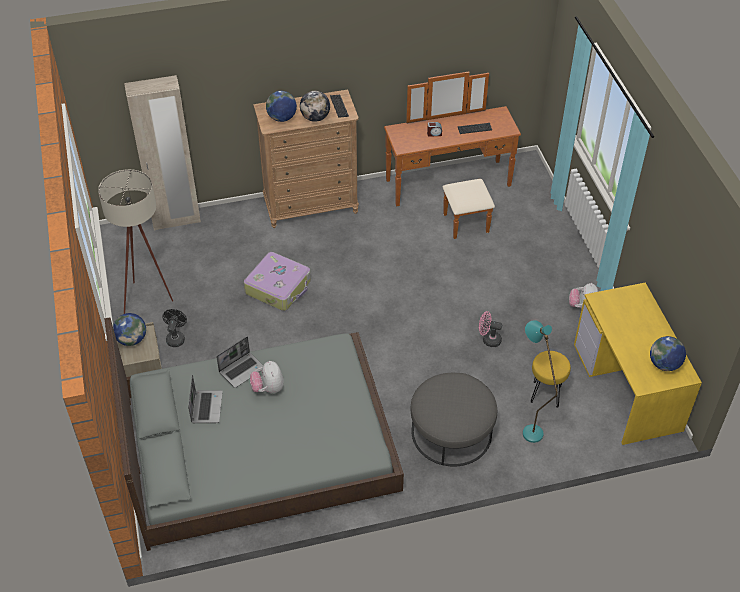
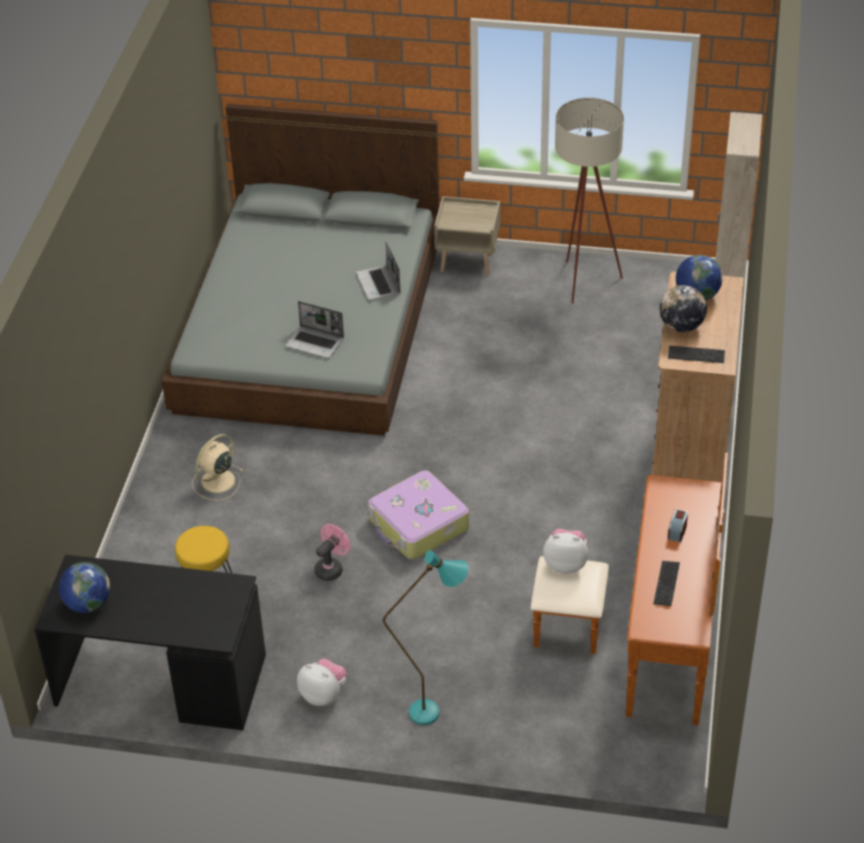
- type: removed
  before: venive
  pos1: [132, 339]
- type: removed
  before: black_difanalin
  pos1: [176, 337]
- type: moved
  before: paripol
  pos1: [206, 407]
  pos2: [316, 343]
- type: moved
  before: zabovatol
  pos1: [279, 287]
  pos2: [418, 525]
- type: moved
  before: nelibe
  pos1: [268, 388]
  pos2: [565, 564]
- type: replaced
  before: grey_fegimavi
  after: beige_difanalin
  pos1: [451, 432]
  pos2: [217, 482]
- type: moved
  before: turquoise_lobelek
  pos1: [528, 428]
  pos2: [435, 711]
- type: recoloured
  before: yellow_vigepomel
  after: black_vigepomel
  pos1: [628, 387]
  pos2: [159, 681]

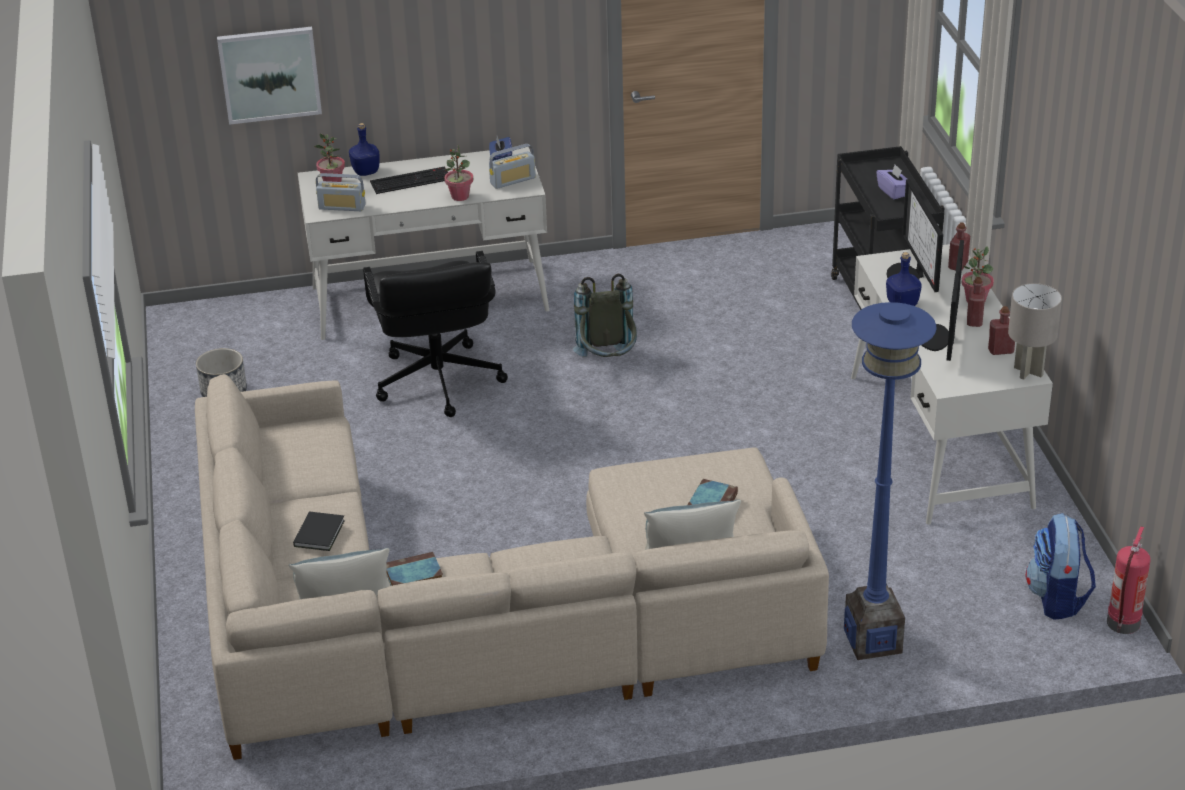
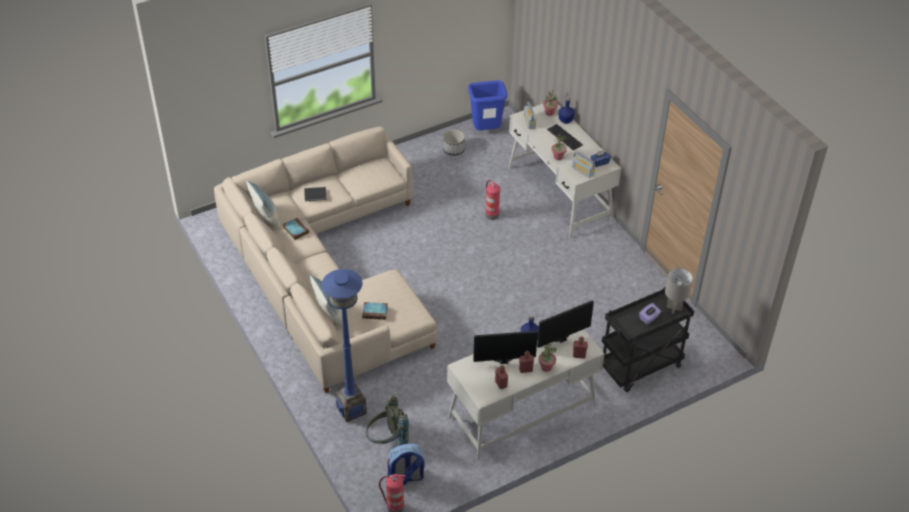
- type: removed
  before: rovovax
  pos1: [269, 74]
- type: replaced
  before: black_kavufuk
  after: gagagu
  pos1: [437, 382]
  pos2: [491, 214]
- type: moved
  before: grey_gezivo
  pos1: [608, 363]
  pos2: [387, 441]
- type: moved
  before: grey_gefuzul
  pos1: [1028, 371]
  pos2: [674, 308]
- type: added
  after: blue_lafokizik
  pos2: [486, 131]

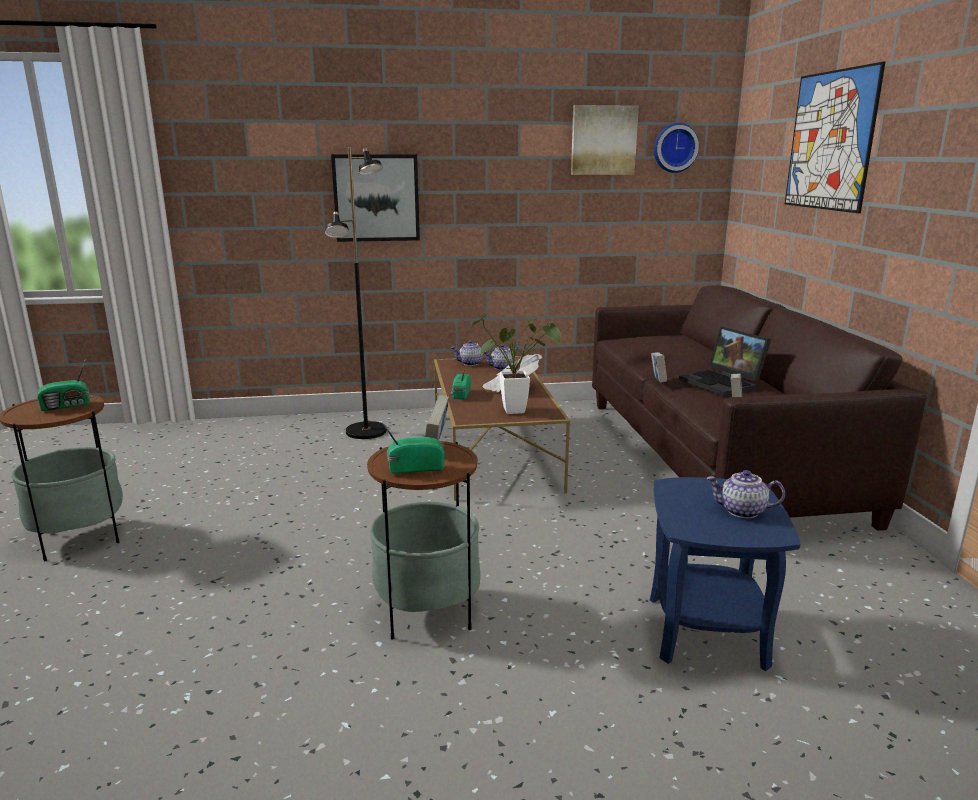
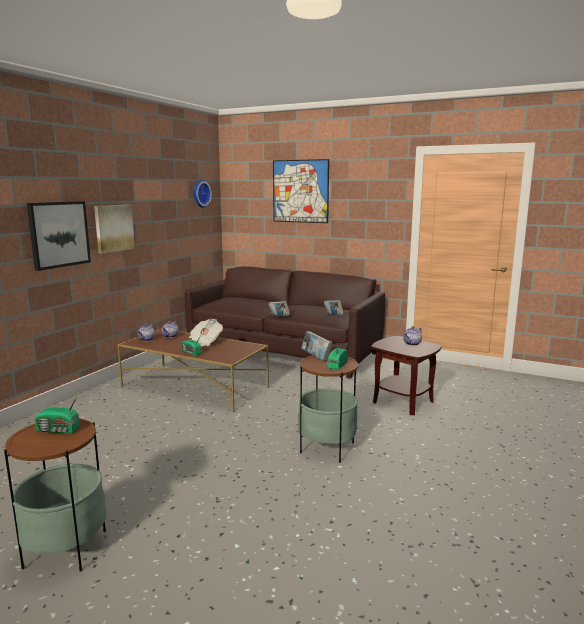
- type: turned
  before: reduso
  pos1: [67, 406]
  pos2: [59, 430]
  turn: 90
- type: removed
  before: black_lobelek
  pos1: [366, 431]
- type: removed
  before: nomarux
  pos1: [520, 410]
- type: moved
  before: rovovax
  pos1: [603, 140]
  pos2: [113, 228]
- type: recoloured
  before: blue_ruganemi
  after: brown_ruganemi
  pos1: [707, 631]
  pos2: [403, 402]
- type: removed
  before: paripol
  pos1: [724, 383]

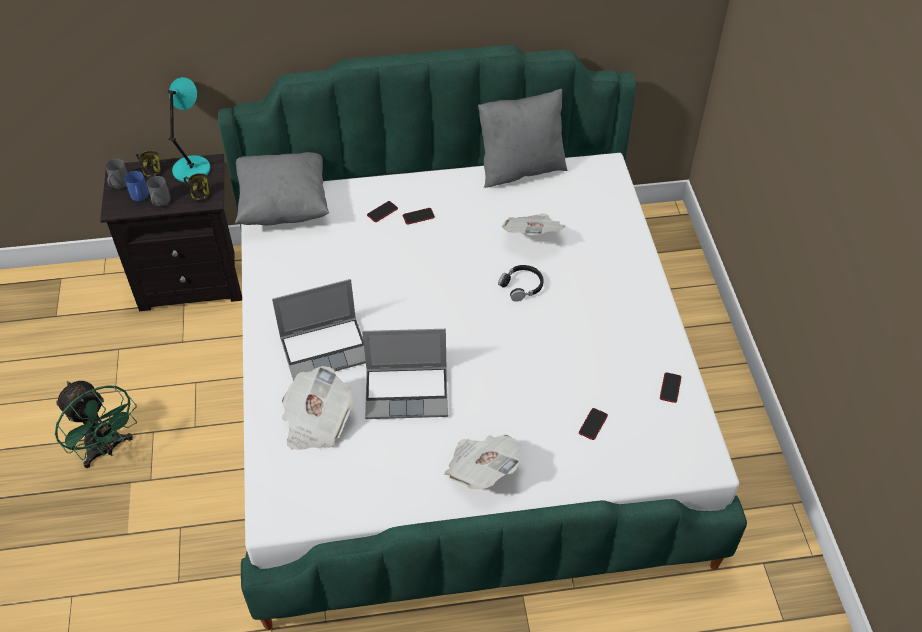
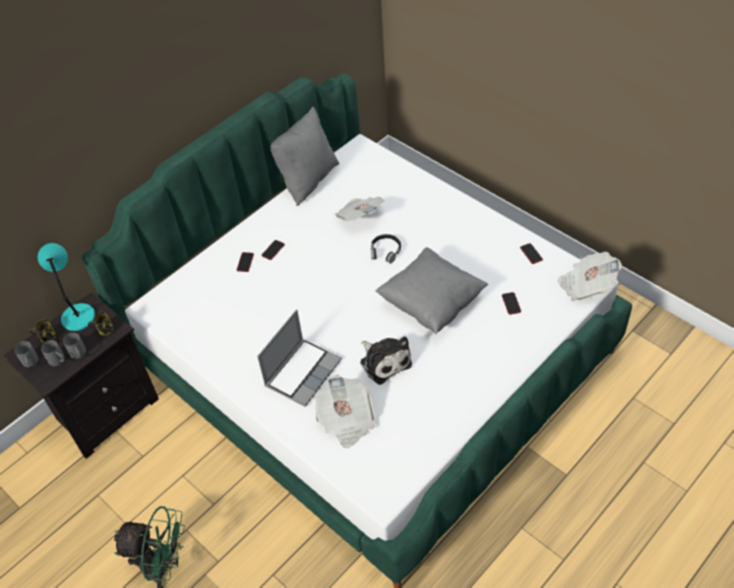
- type: recoloured
  before: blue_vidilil
  after: grey_vidilil
  pos1: [140, 198]
  pos2: [59, 361]
- type: moved
  before: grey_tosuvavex
  pos1: [284, 205]
  pos2: [431, 303]
- type: replaced
  before: paripol
  after: nelibe
  pos1: [408, 392]
  pos2: [384, 361]
- type: moved
  before: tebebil
  pos1: [482, 470]
  pos2: [586, 286]

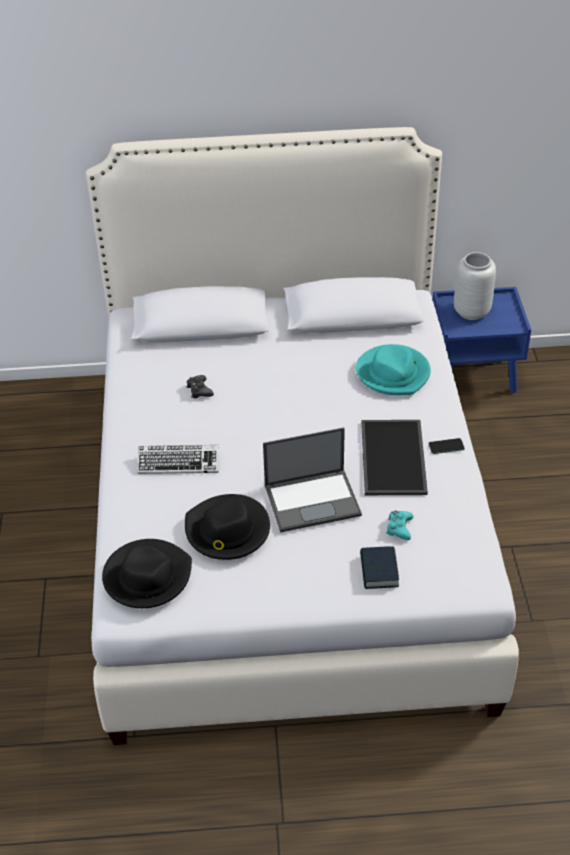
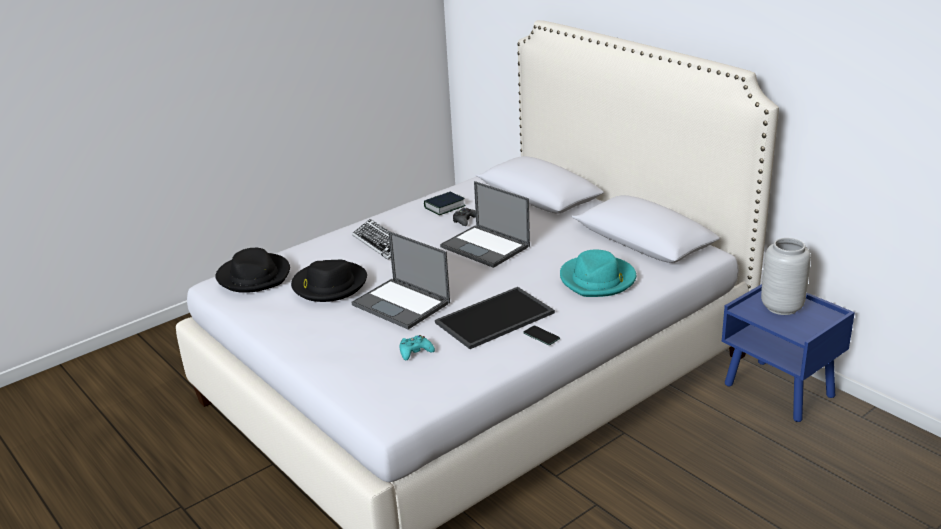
- type: moved
  before: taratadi
  pos1: [379, 571]
  pos2: [444, 207]
- type: added
  after: paripol
  pos2: [486, 247]

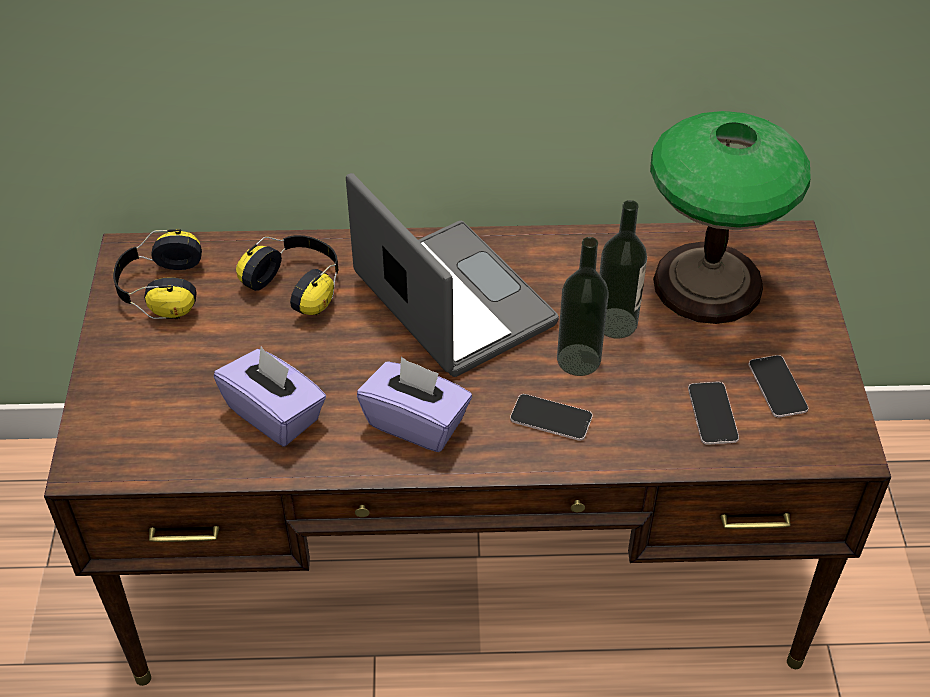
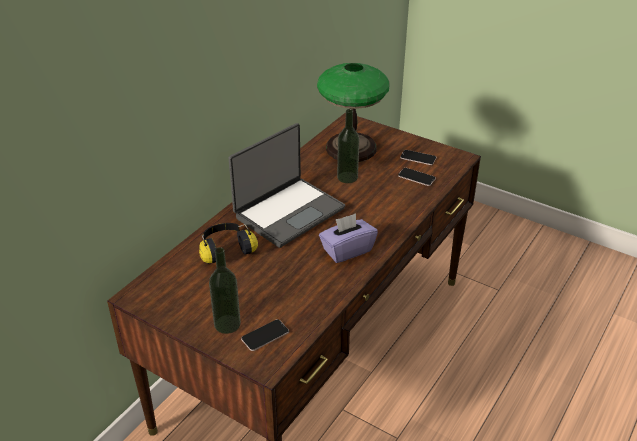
- type: removed
  before: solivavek
  pos1: [160, 290]
- type: removed
  before: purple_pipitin
  pos1: [275, 414]
- type: turned
  before: paripol
  pos1: [450, 302]
  pos2: [288, 212]
  turn: 135
- type: moved
  before: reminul
  pos1: [551, 418]
  pos2: [265, 335]
- type: moved
  before: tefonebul
  pos1: [578, 359]
  pos2: [227, 324]

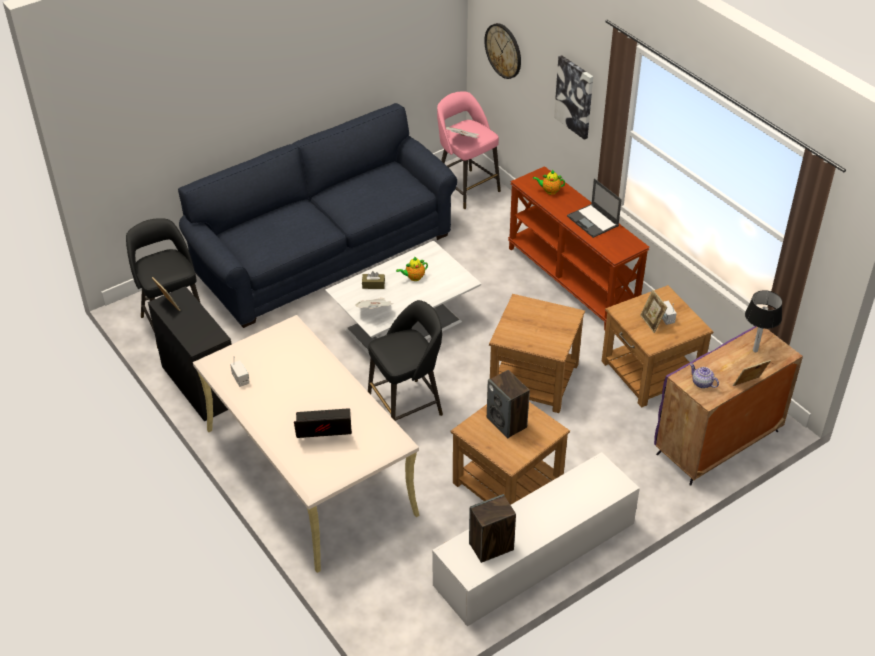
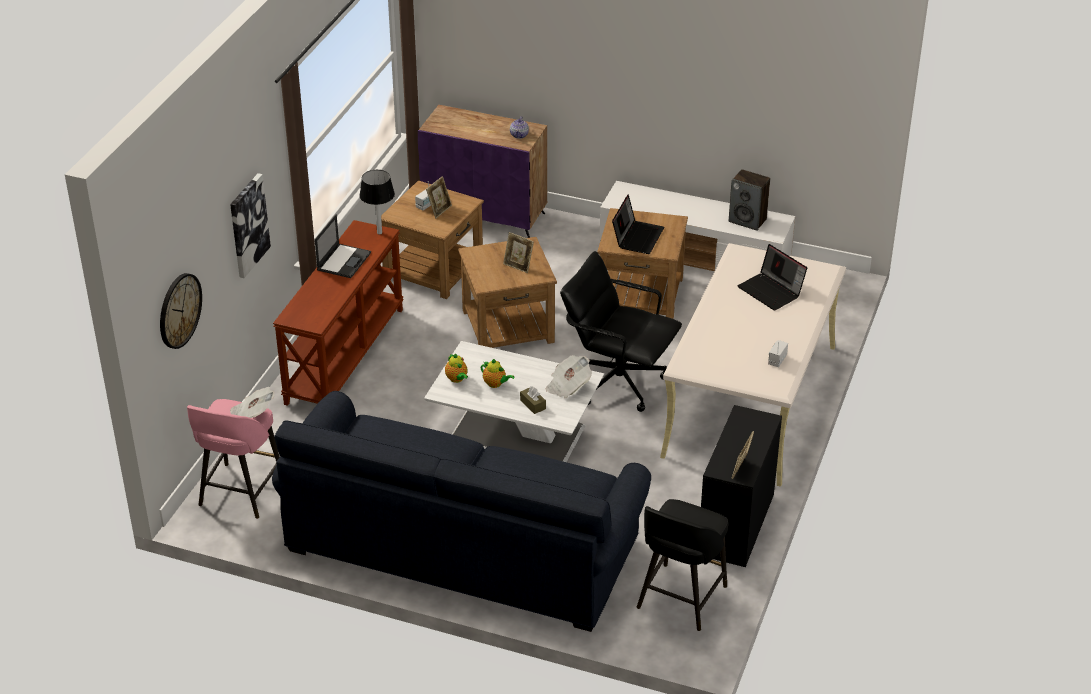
- type: replaced
  before: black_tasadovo
  after: black_kavufuk
  pos1: [407, 406]
  pos2: [617, 382]
- type: replaced
  before: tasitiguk
  after: paripol
  pos1: [507, 423]
  pos2: [637, 237]
- type: moved
  before: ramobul
  pos1: [549, 191]
  pos2: [457, 379]
- type: moved
  before: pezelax
  pos1: [748, 385]
  pos2: [518, 266]
- type: moved
  before: gefuzul
  pos1: [754, 350]
  pos2: [379, 233]

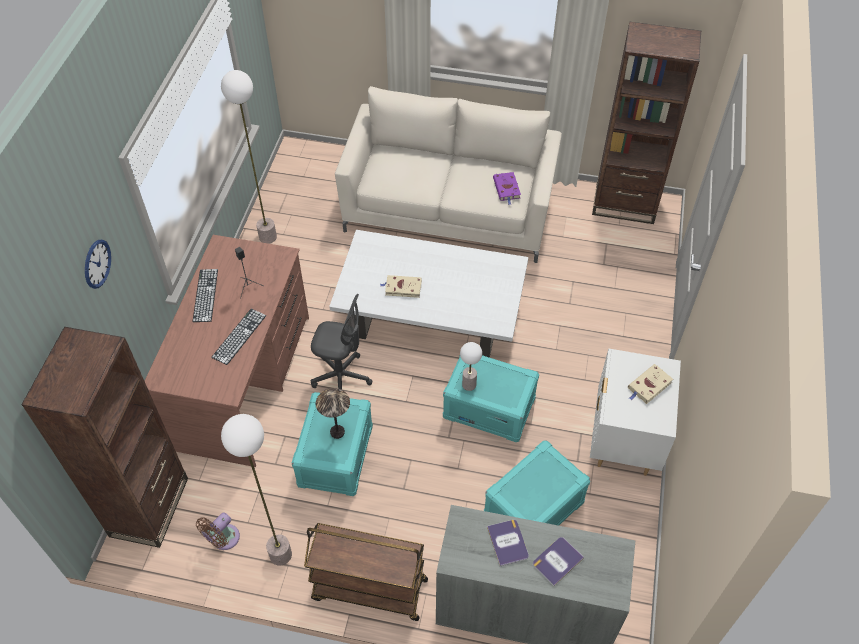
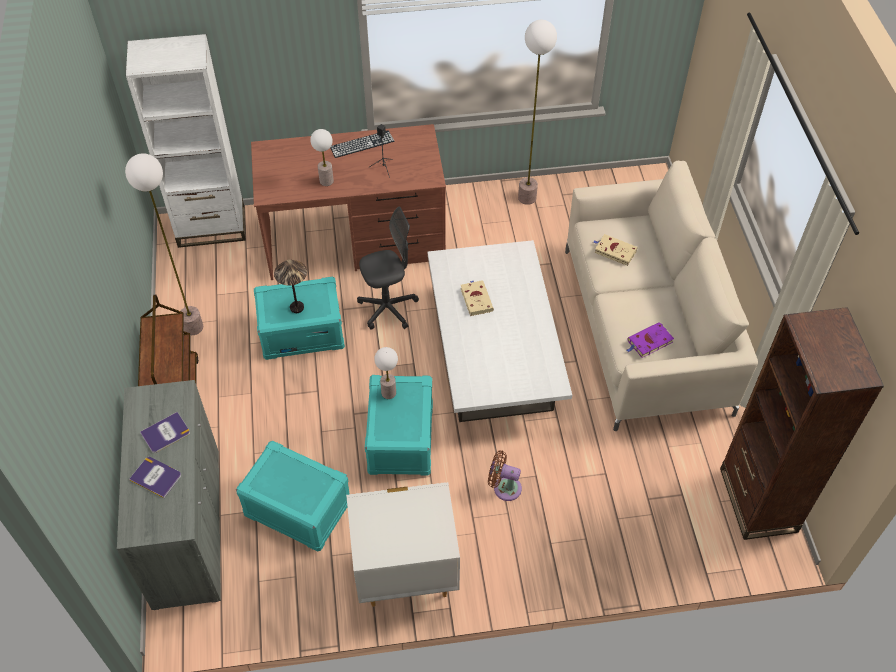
- type: recoloured
  before: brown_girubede
  after: white_girubede
  pos1: [149, 507]
  pos2: [211, 227]
- type: removed
  before: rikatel
  pos1: [97, 264]
- type: moved
  before: brown_difanalin
  pos1: [223, 539]
  pos2: [504, 487]
- type: replaced
  before: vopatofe
  after: gefuzul
  pos1: [239, 336]
  pos2: [326, 181]
- type: turned
  before: grey_kavufuk
  pos1: [341, 377]
  pos2: [388, 308]
  turn: -105
- type: moved
  before: beige_taratadi
  pos1: [649, 386]
  pos2: [614, 251]

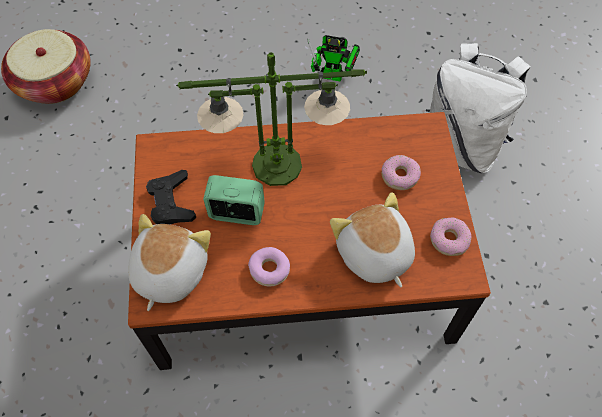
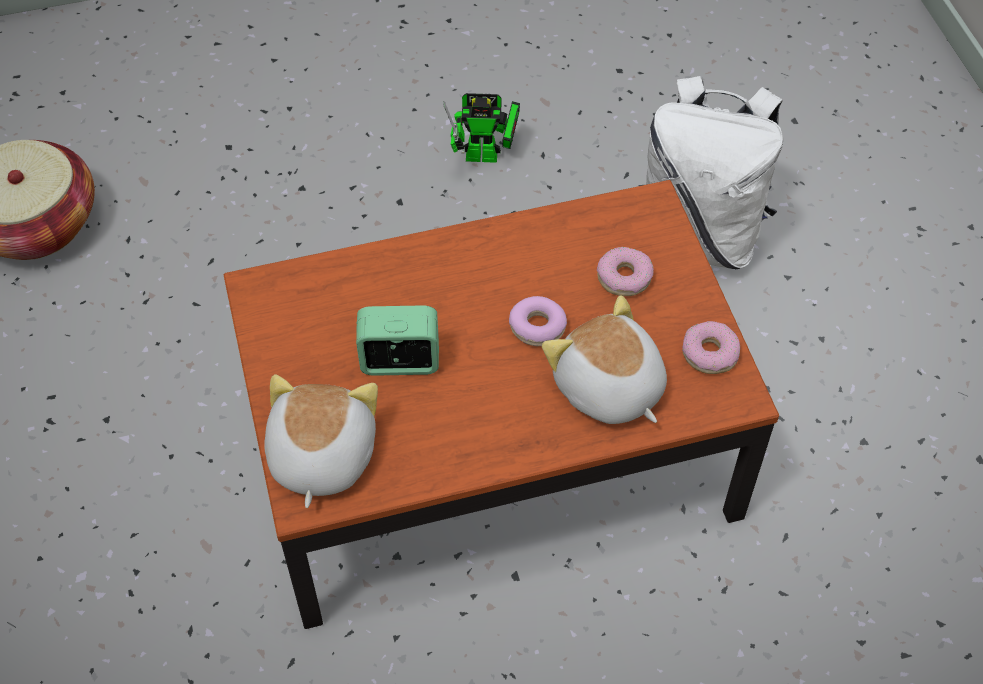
- type: removed
  before: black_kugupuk
  pos1: [171, 202]
- type: removed
  before: gefuzul
  pos1: [276, 165]
- type: moved
  before: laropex
  pos1: [269, 269]
  pos2: [537, 327]

